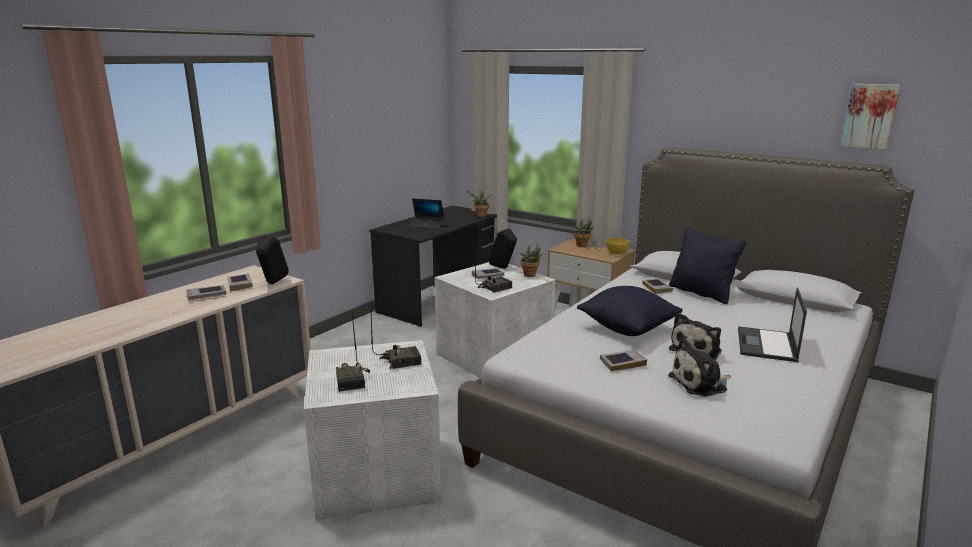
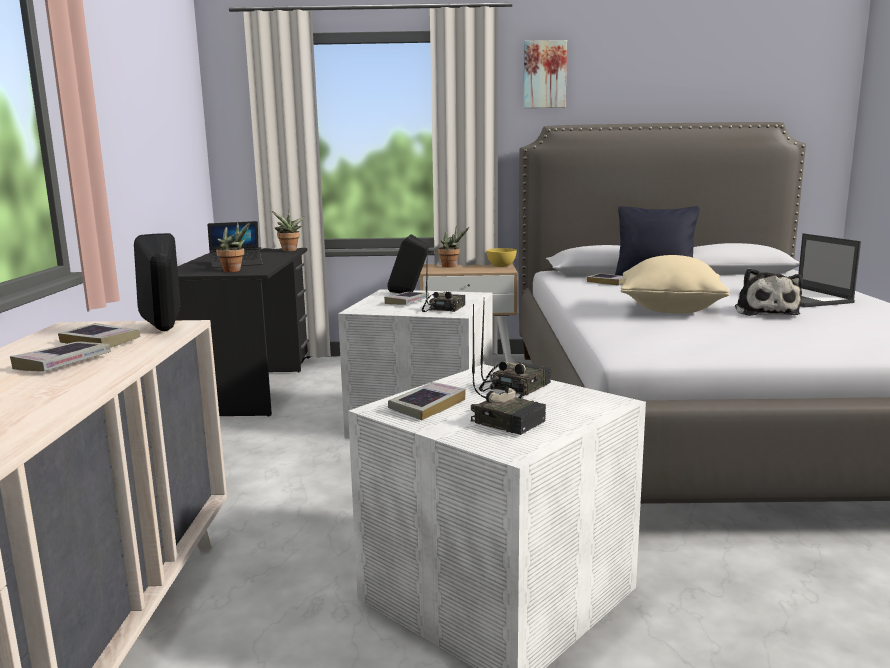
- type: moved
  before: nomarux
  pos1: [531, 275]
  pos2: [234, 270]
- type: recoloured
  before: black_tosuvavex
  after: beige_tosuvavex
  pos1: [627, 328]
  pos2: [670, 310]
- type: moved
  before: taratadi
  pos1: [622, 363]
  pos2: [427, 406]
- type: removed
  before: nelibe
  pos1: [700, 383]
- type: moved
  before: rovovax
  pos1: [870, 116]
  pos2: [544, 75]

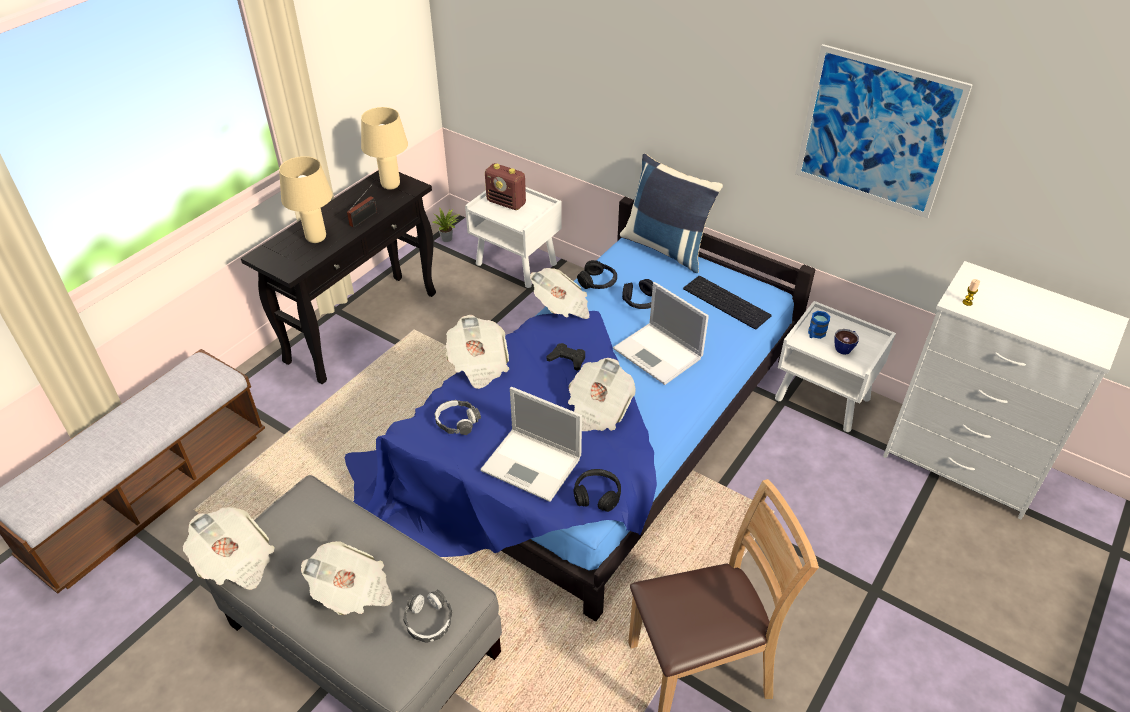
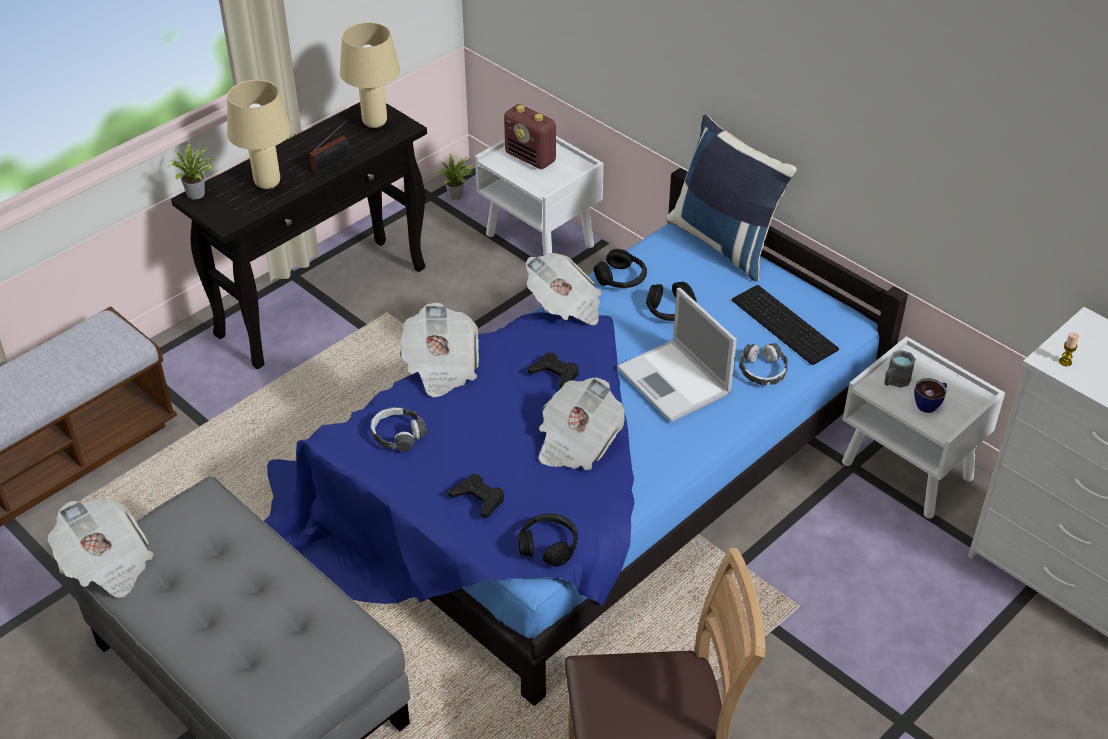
- type: removed
  before: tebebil
  pos1: [353, 592]
- type: moved
  before: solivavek
  pos1: [429, 621]
  pos2: [763, 370]
- type: replaced
  before: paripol
  after: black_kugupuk
  pos1: [533, 465]
  pos2: [478, 499]
- type: removed
  before: rovovax
  pos1: [876, 132]
- type: recoloured
  before: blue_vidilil
  after: grey_vidilil
  pos1: [815, 334]
  pos2: [895, 381]
- type: added
  after: nomarux
  pos2: [198, 195]

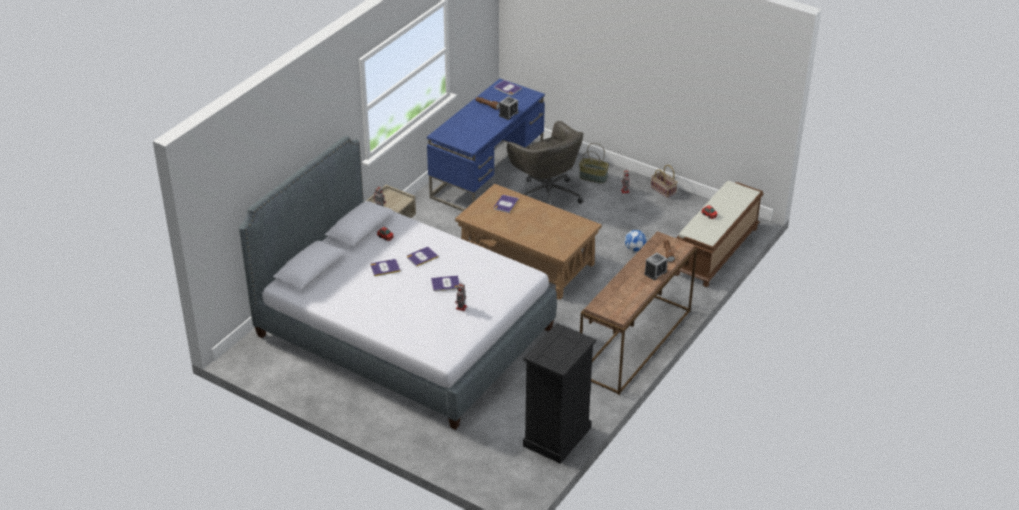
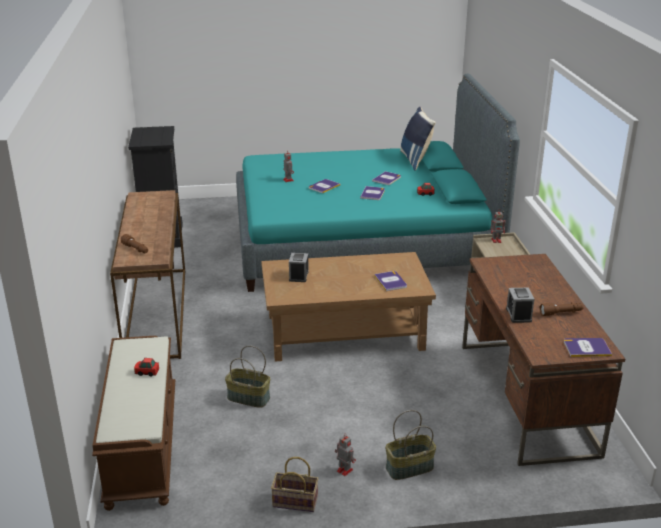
- type: recoloured
  before: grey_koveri
  after: turquoise_koveri
  pos1: [403, 332]
  pos2: [363, 242]
- type: recoloured
  before: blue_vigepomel
  after: brown_vigepomel
  pos1: [487, 175]
  pos2: [526, 398]
- type: removed
  before: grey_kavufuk
  pos1: [547, 195]
- type: replaced
  before: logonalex
  after: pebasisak
  pos1: [635, 249]
  pos2: [248, 398]
- type: moved
  before: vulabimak
  pos1: [655, 273]
  pos2: [298, 276]
- type: added
  after: blue_tosuvavex
  pos2: [416, 160]

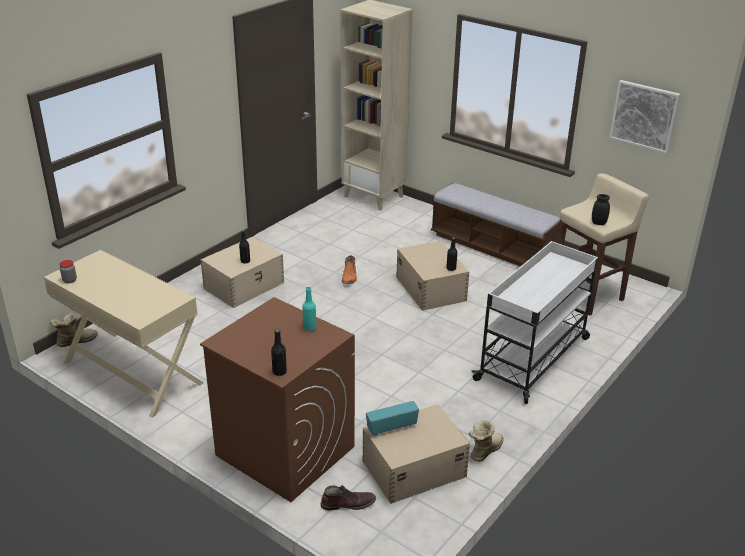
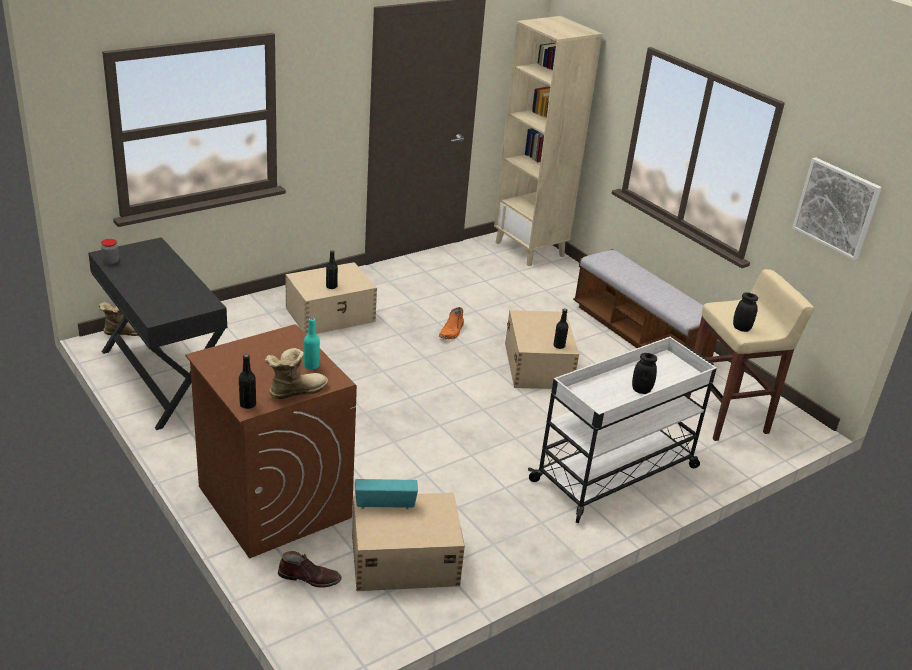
- type: recoloured
  before: beige_vigepomel
  after: black_vigepomel
  pos1: [132, 373]
  pos2: [162, 378]
- type: moved
  before: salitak
  pos1: [484, 450]
  pos2: [295, 391]
- type: added
  after: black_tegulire
  pos2: [641, 390]

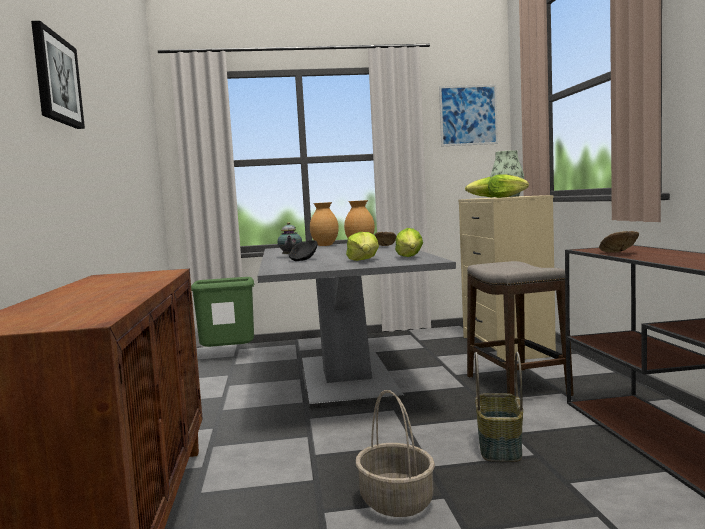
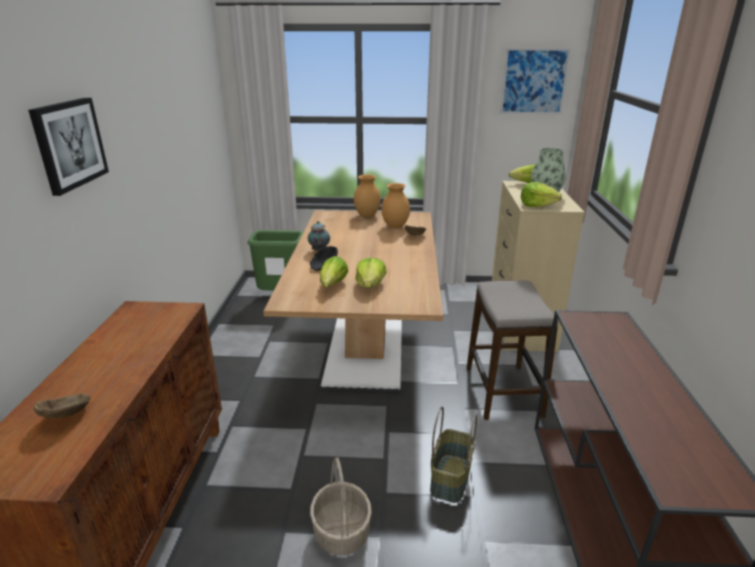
- type: recoloured
  before: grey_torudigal
  after: brown_torudigal
  pos1: [347, 378]
  pos2: [365, 350]
- type: moved
  before: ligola
  pos1: [410, 257]
  pos2: [333, 285]
- type: moved
  before: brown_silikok
  pos1: [618, 253]
  pos2: [69, 414]

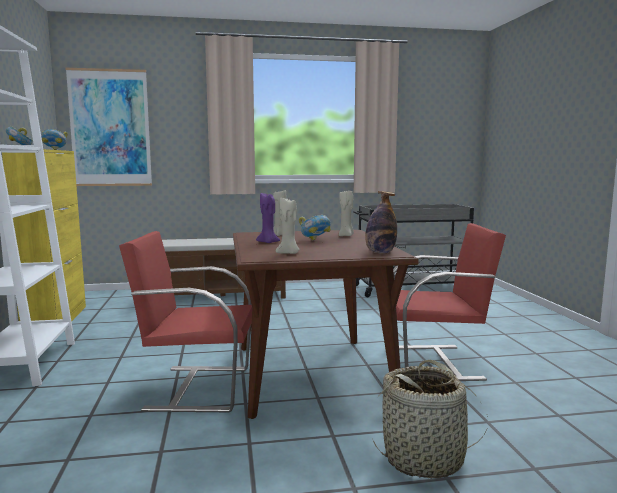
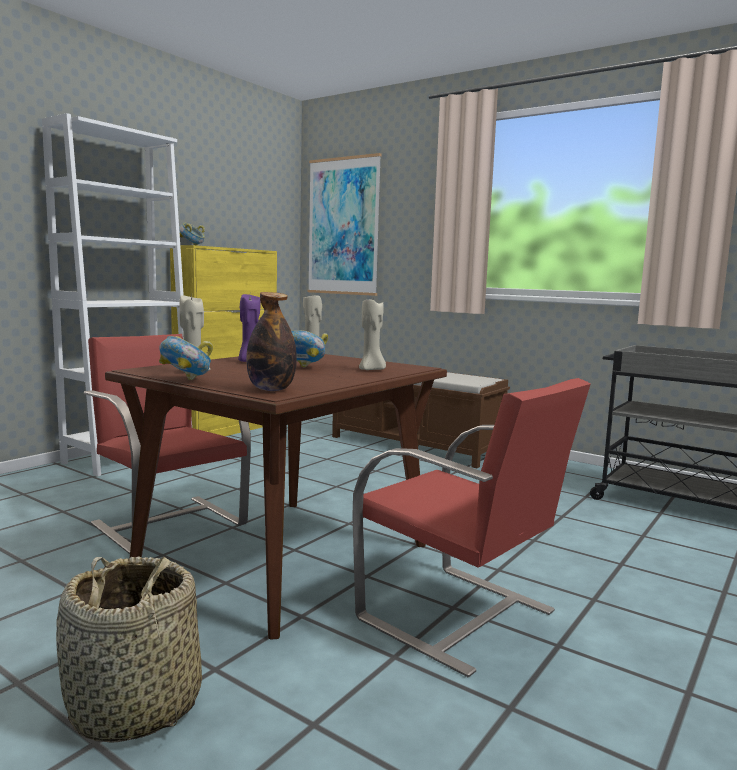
- type: moved
  before: silikok
  pos1: [54, 150]
  pos2: [186, 380]

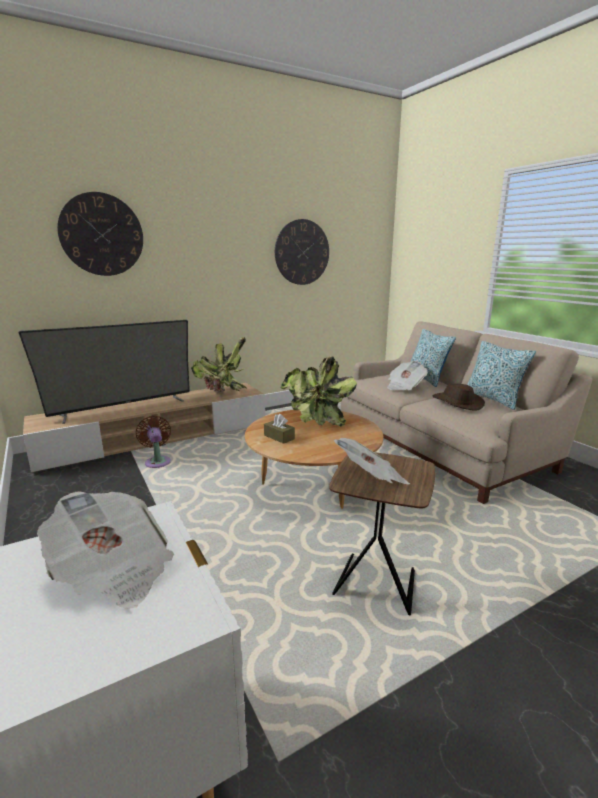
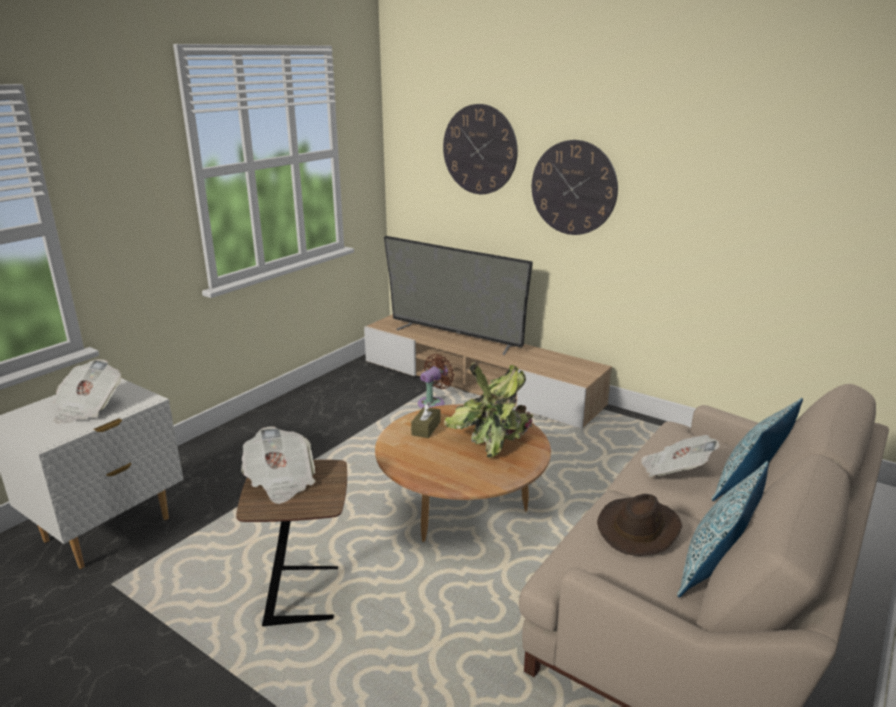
- type: removed
  before: nomarux
  pos1: [223, 393]
- type: moved
  before: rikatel
  pos1: [302, 252]
  pos2: [573, 188]

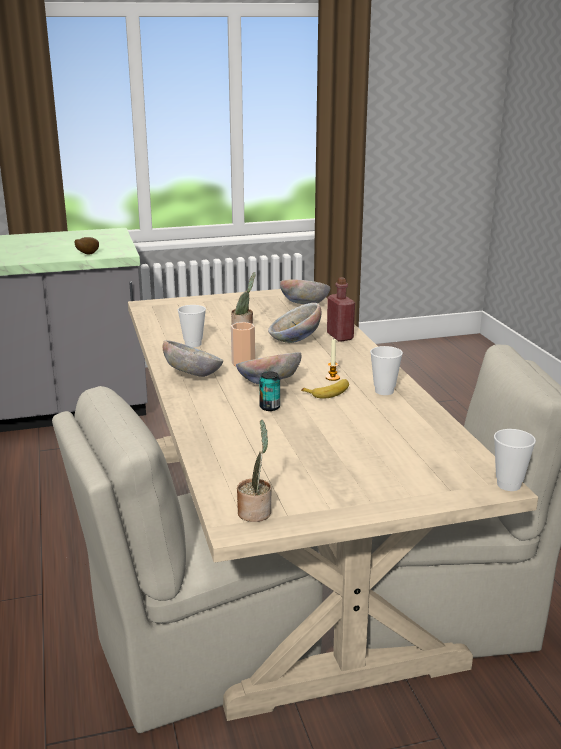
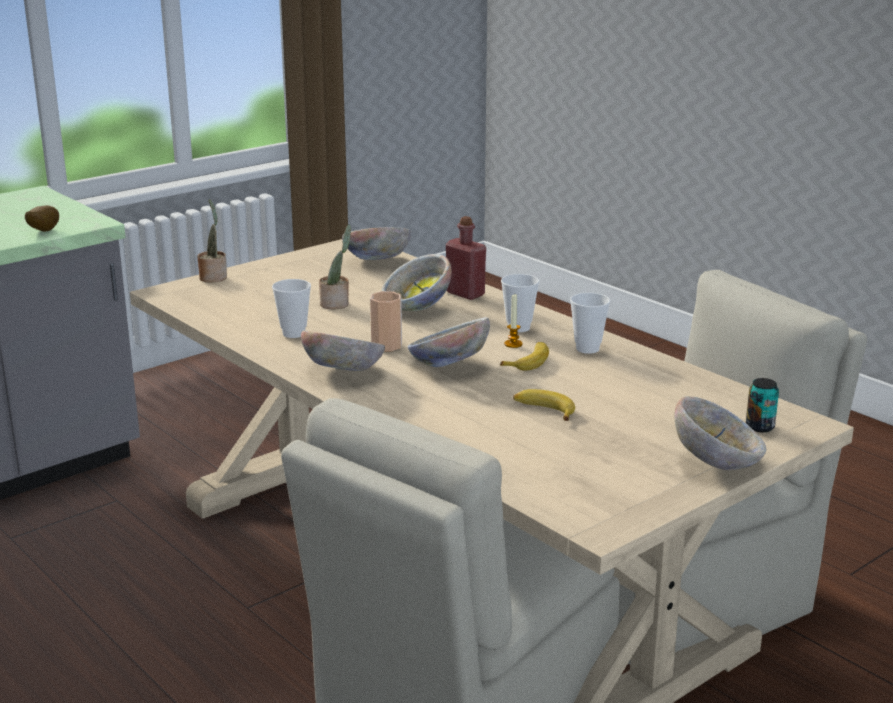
- type: moved
  before: nomarux
  pos1: [255, 511]
  pos2: [213, 277]
- type: moved
  before: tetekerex
  pos1: [269, 407]
  pos2: [760, 427]
- type: moved
  before: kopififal
  pos1: [508, 485]
  pos2: [518, 328]
- type: added
  after: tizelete
  pos2: [544, 410]
- type: added
  after: silikok
  pos2: [717, 462]

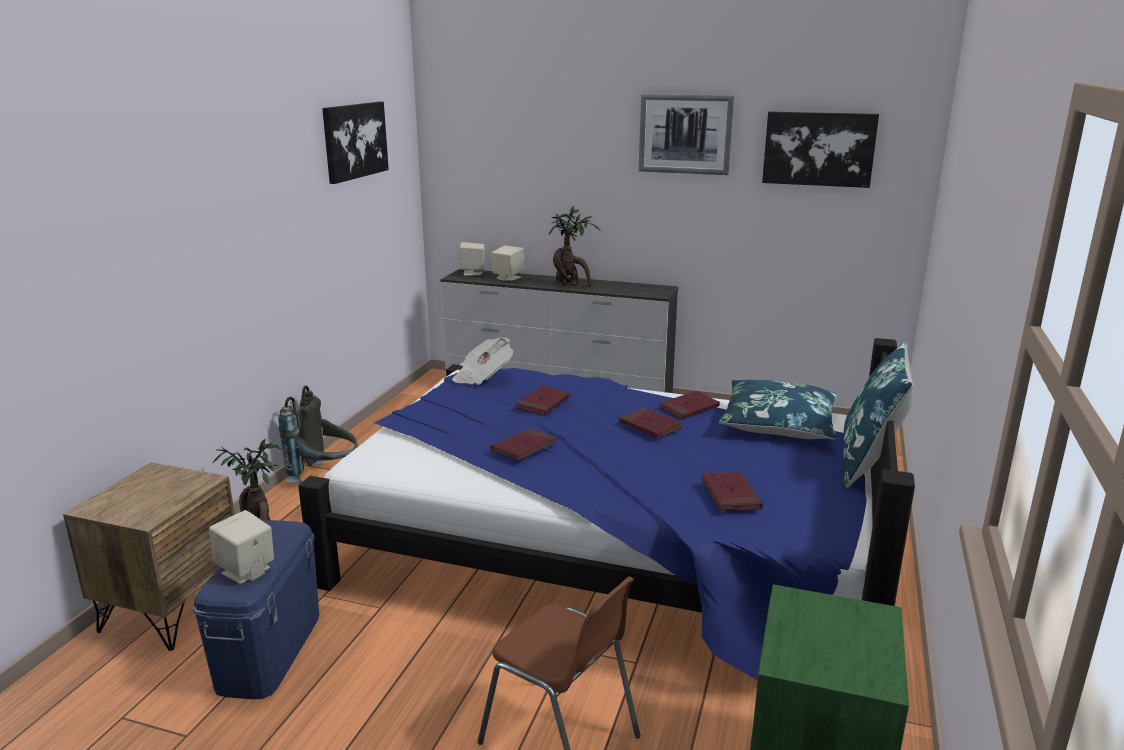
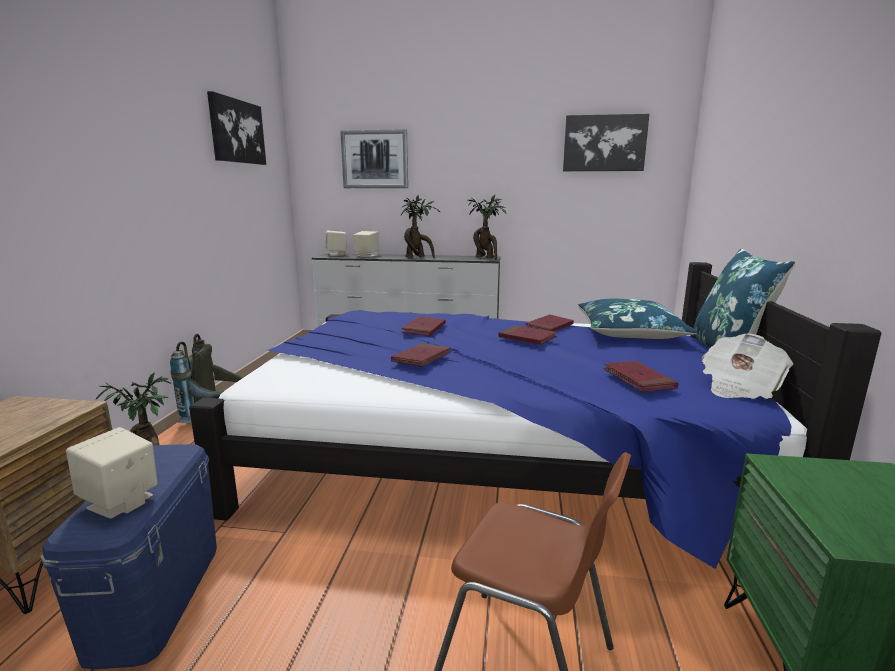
- type: moved
  before: tebebil
  pos1: [482, 377]
  pos2: [739, 387]
- type: moved
  before: rovovax
  pos1: [685, 134]
  pos2: [375, 159]
- type: added
  after: nomarux
  pos2: [486, 258]

